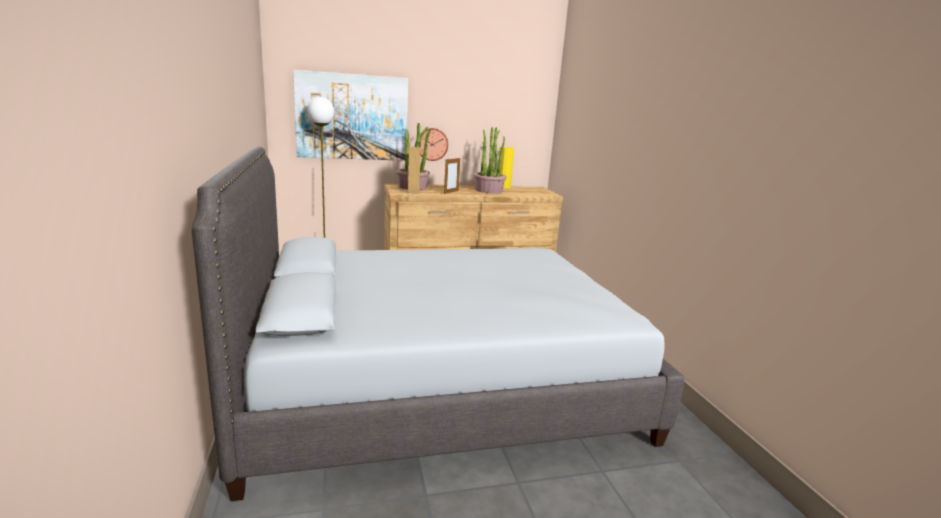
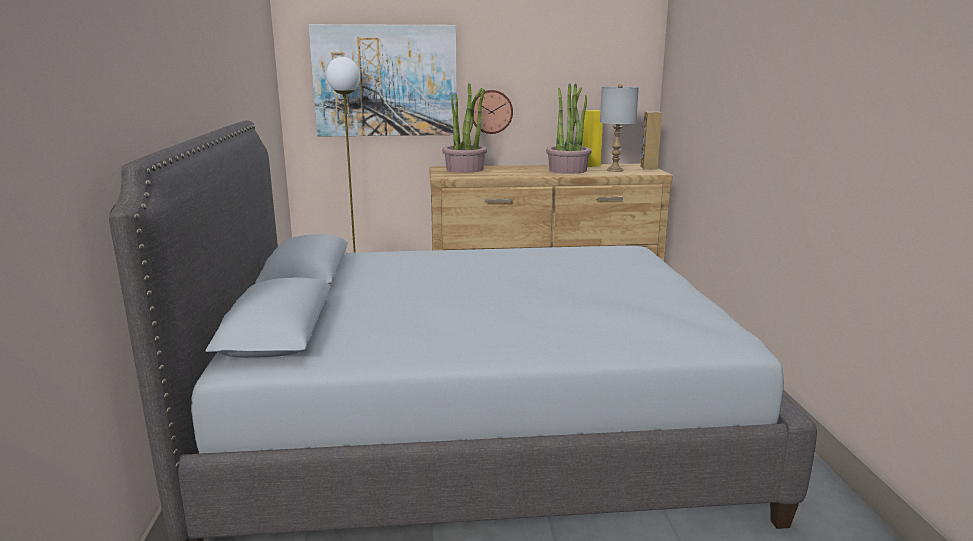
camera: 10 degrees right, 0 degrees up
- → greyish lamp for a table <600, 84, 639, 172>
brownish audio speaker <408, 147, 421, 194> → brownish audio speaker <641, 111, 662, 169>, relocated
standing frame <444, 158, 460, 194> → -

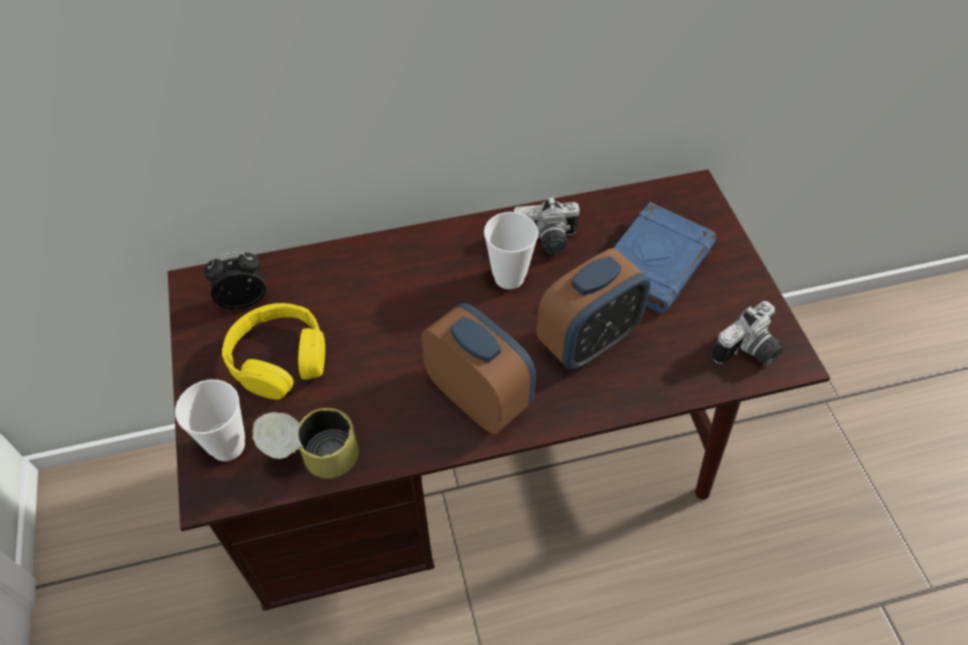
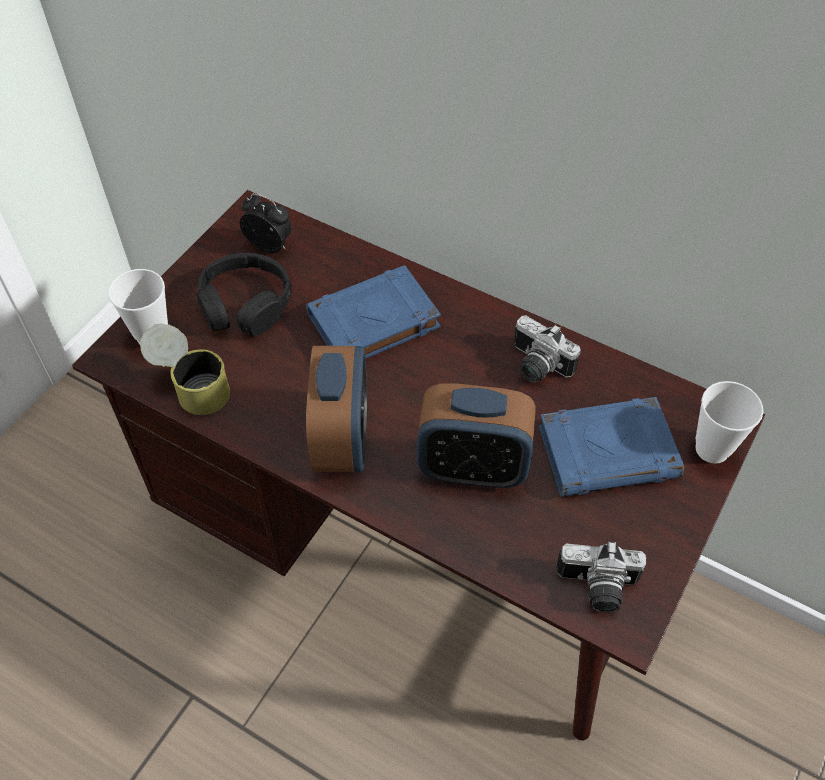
camera: 45 degrees right, 0 degrees up
yellowish headset <222, 303, 325, 400> → black headset <196, 253, 291, 336>
- → bluish book <306, 265, 441, 359>
drinking cup <484, 212, 538, 289> → drinking cup <696, 381, 763, 464>, relocated

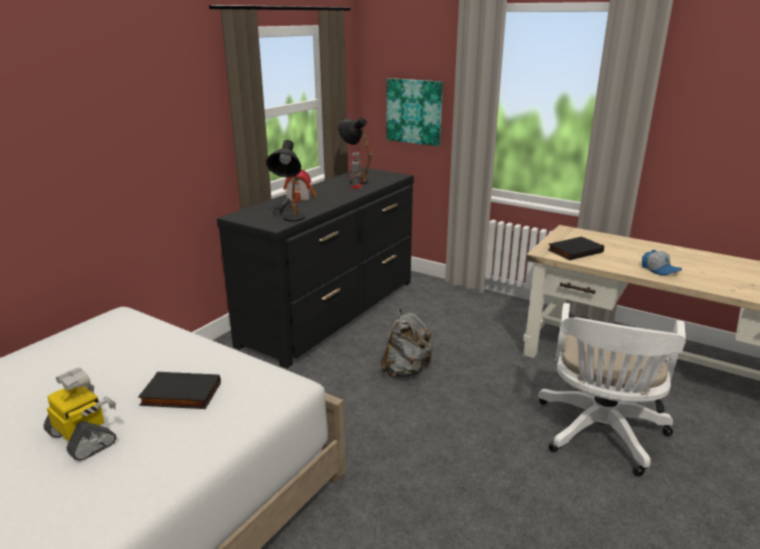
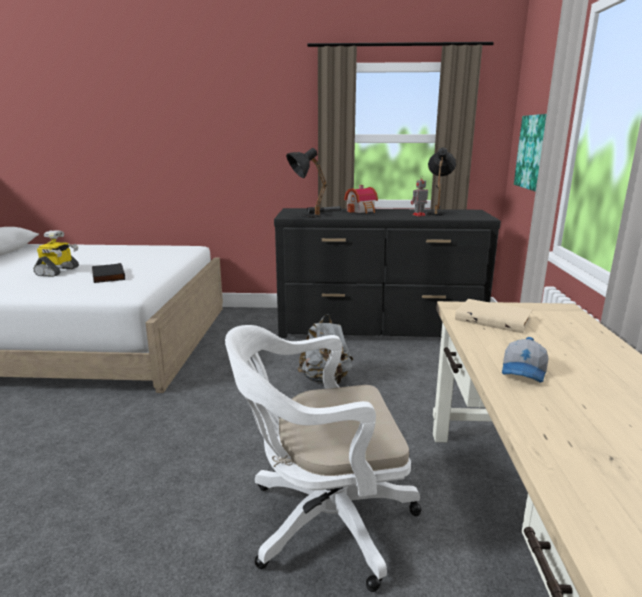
camera: 60 degrees right, 5 degrees down
black book <548, 237, 604, 260> → sand-coloured book <455, 299, 532, 333>

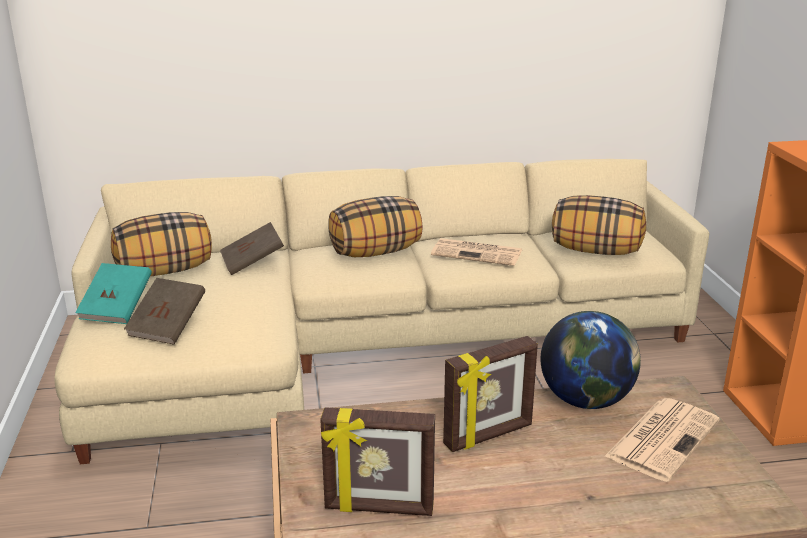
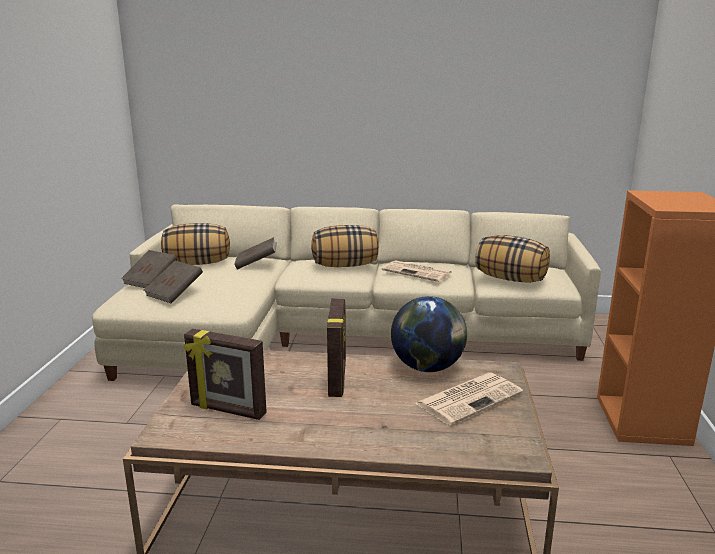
camera: 15 degrees right, 5 degrees down
turquoise-coloured book <75, 263, 152, 324> → brownish book <121, 250, 177, 288>
standing frame <443, 336, 538, 452> → standing frame <327, 298, 346, 397>, 75 degrees counterclockwise

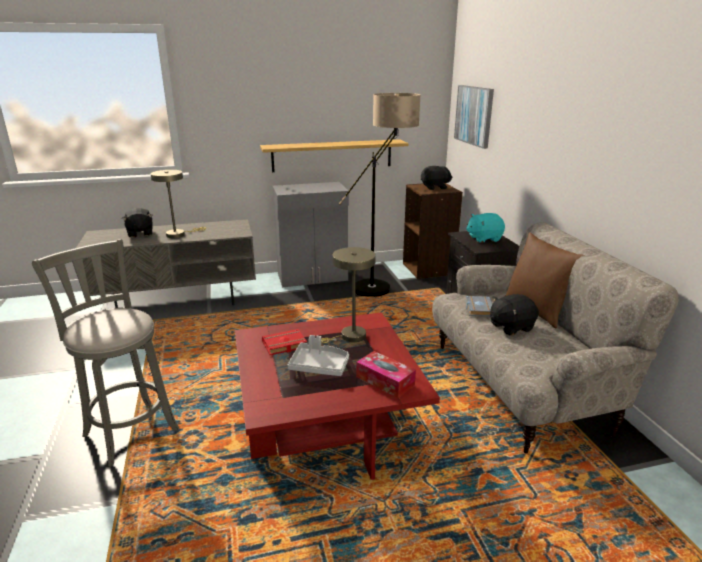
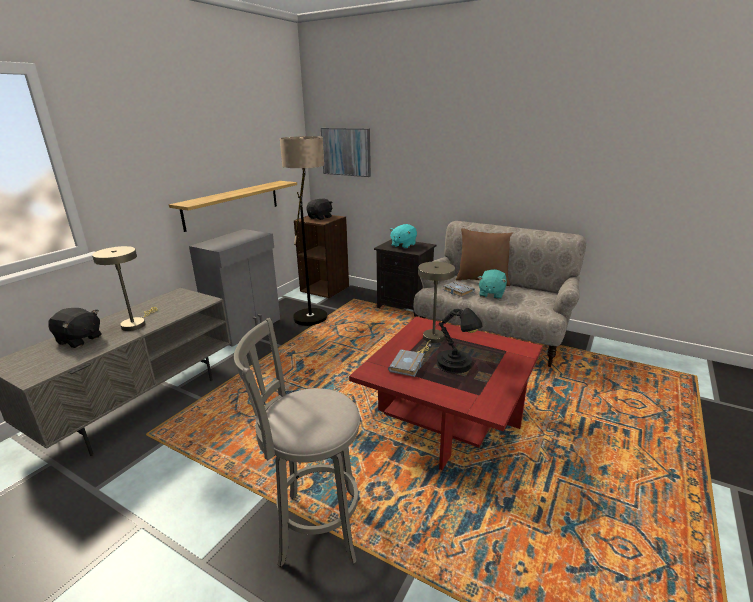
camera: 45 degrees left, 0 degrees up
red-coloured book <262, 329, 307, 355> → greyish book <388, 349, 424, 377>
greyish serving tray <288, 335, 349, 376> → black lamp for a table <436, 308, 483, 374>
black soft toy <490, 294, 539, 336> → turquoise-coloured soft toy <478, 269, 507, 299>
box of tissues <356, 351, 416, 398> → -

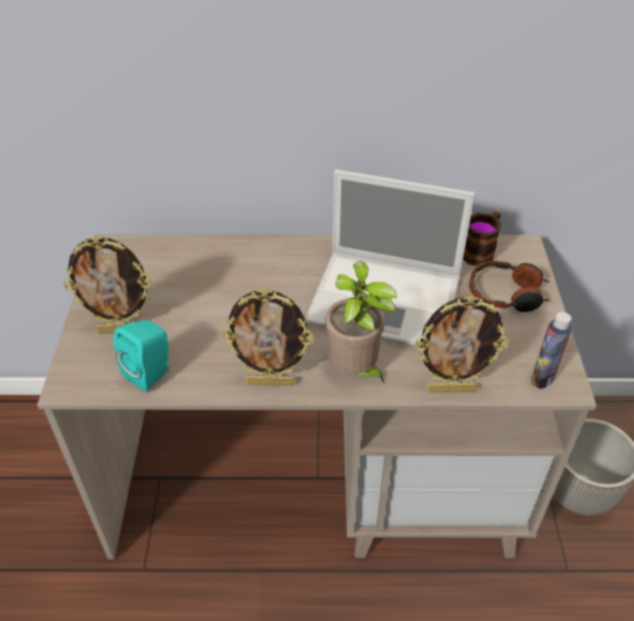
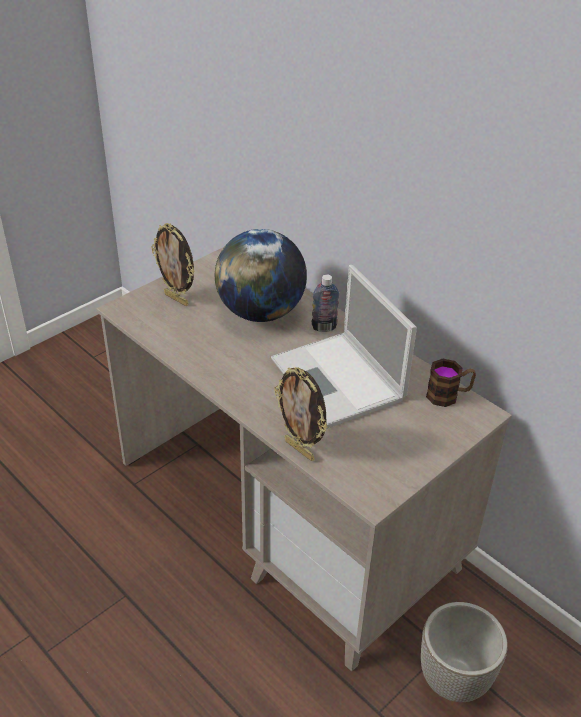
camera: 45 degrees right, 5 degrees down
- → desk globe <215, 229, 307, 322>
drink bottle <531, 312, 572, 389> → drink bottle <311, 274, 340, 332>, relocated
turquoise-coloured audio speaker <113, 320, 169, 392> → -
standing frame <221, 289, 314, 386> → -
potted plant <325, 261, 397, 383> → -
headset <469, 261, 550, 312> → -

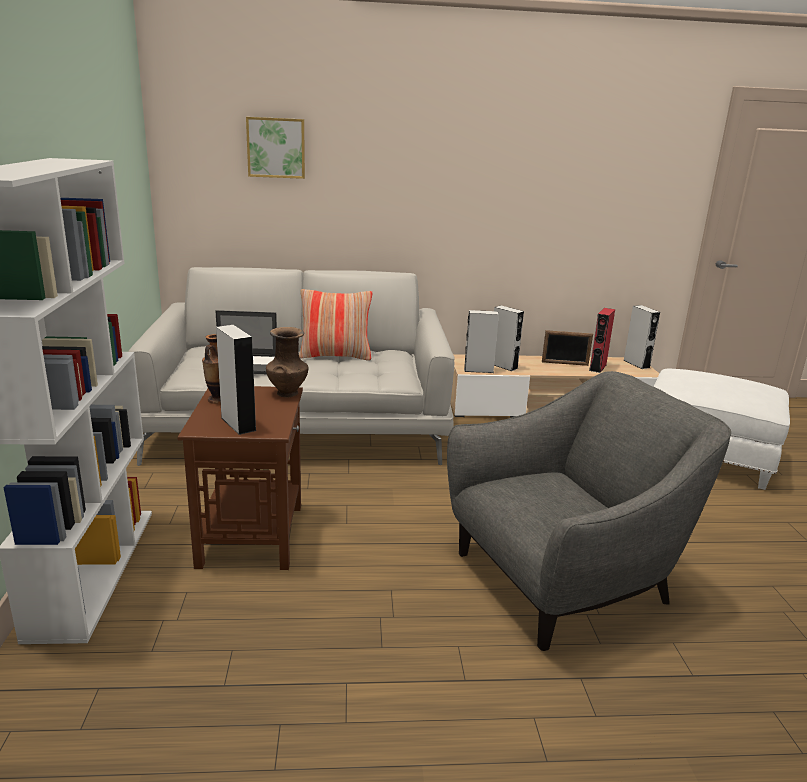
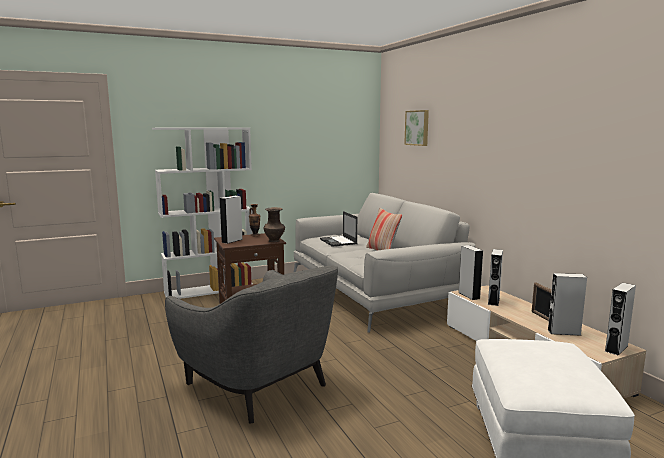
camera: 70 degrees right, 10 degrees down
red-coloured audio speaker <589, 308, 615, 373> → greyish audio speaker <547, 273, 587, 336>

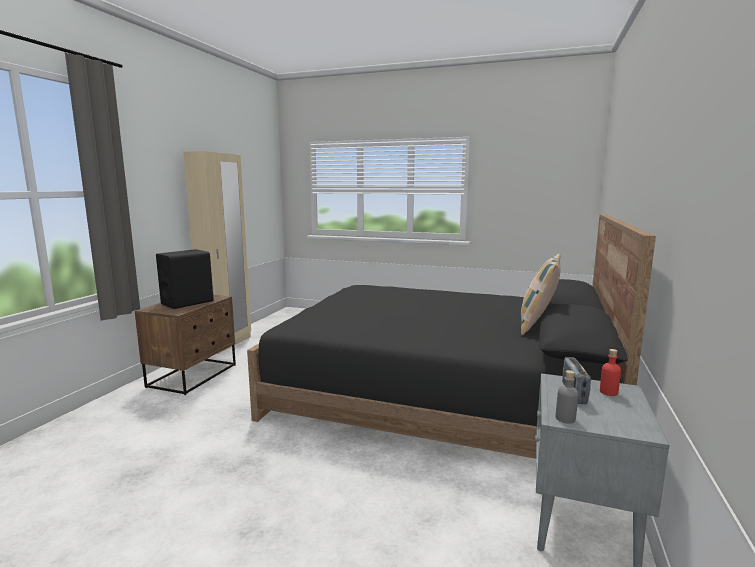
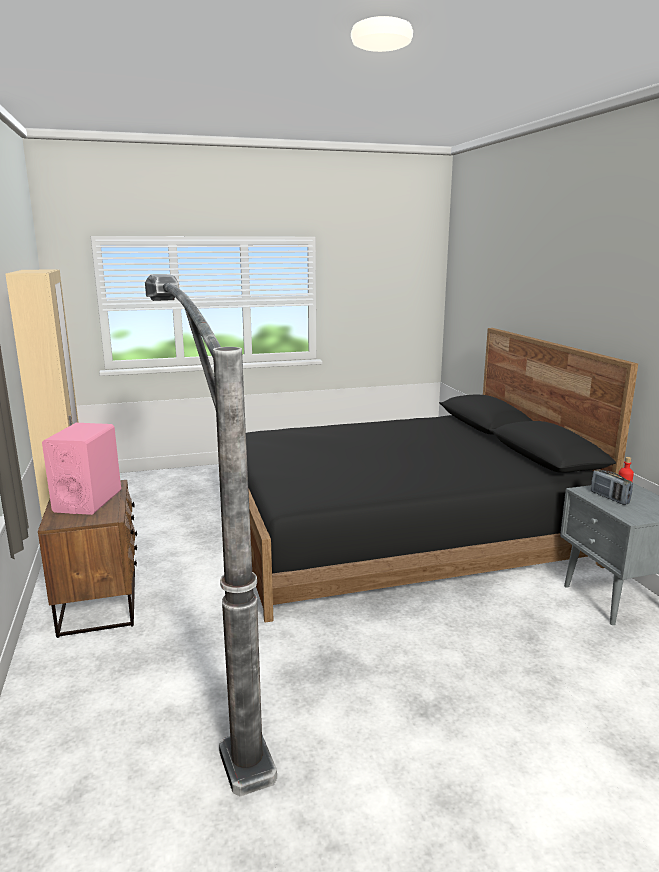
camera: 35 degrees left, 5 degrees up
black audio speaker <156, 249, 214, 309> → pink-coloured audio speaker <42, 423, 121, 515>
- → standing lamp <145, 274, 277, 797>
pillow <521, 253, 561, 335> → -
greyish drink bottle <555, 370, 578, 424> → -

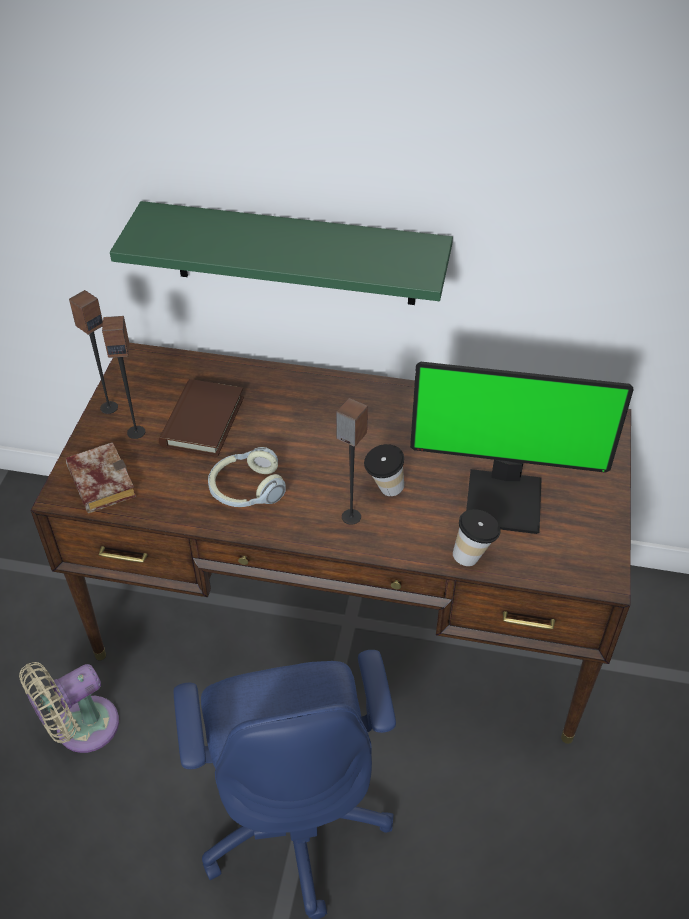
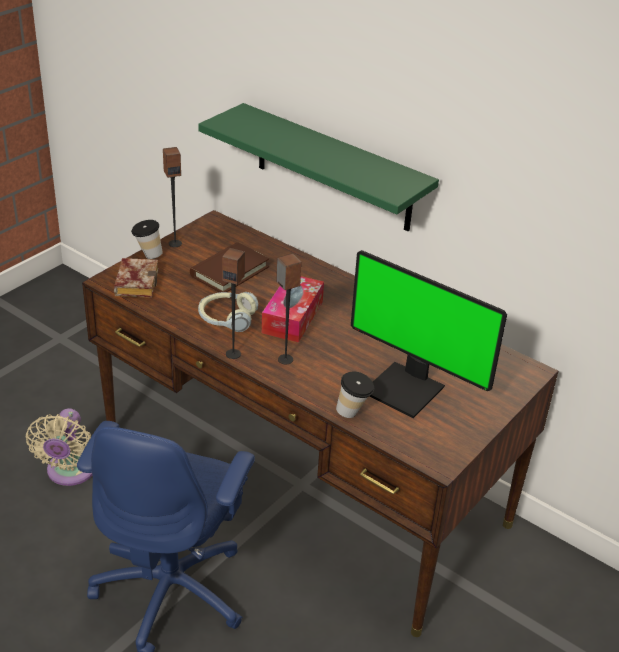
camera: 25 degrees right, 10 degrees down
sand-coloured electric fan <19, 662, 119, 753> → sand-coloured electric fan <26, 408, 92, 486>, 75 degrees counterclockwise
drinking cup <364, 444, 404, 496> → drinking cup <131, 220, 163, 259>, relocated
audio speaker <102, 316, 145, 439> → audio speaker <222, 248, 245, 359>, relocated
- → box of tissues <262, 276, 324, 343>

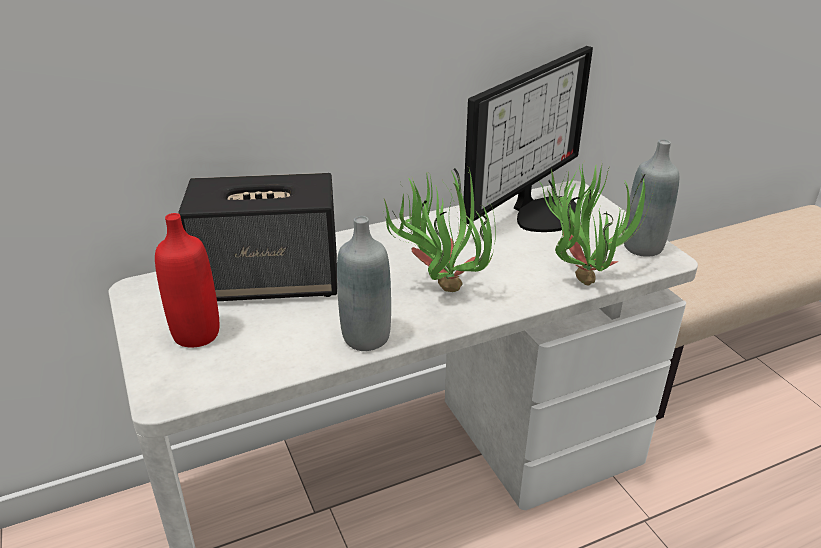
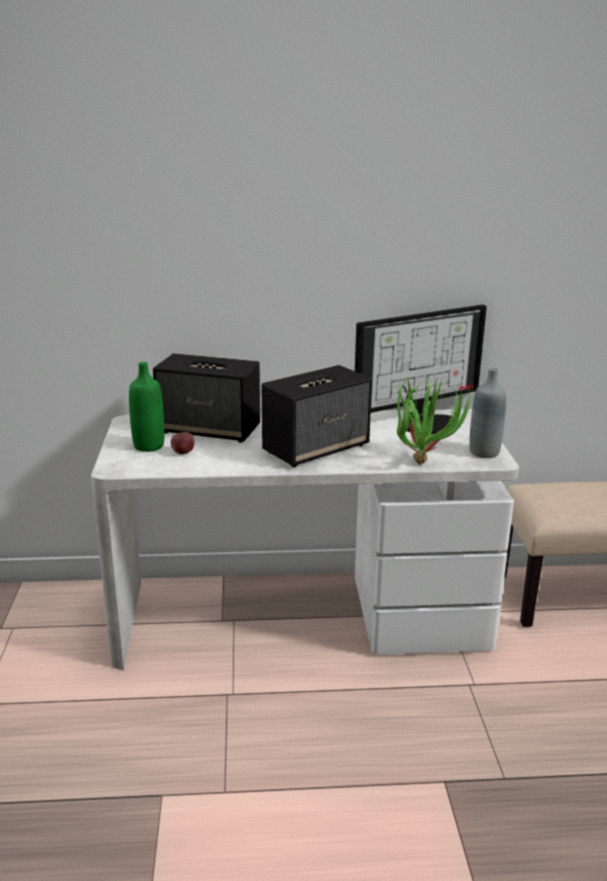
camera: 20 degrees right, 10 degrees down
red-coloured drink bottle <155, 213, 219, 347> → green drink bottle <129, 362, 164, 452>
- → apple fruit <171, 432, 195, 454>
potted plant <383, 168, 496, 292> → audio speaker <261, 365, 372, 467>
greyish drink bottle <337, 216, 391, 351> → -

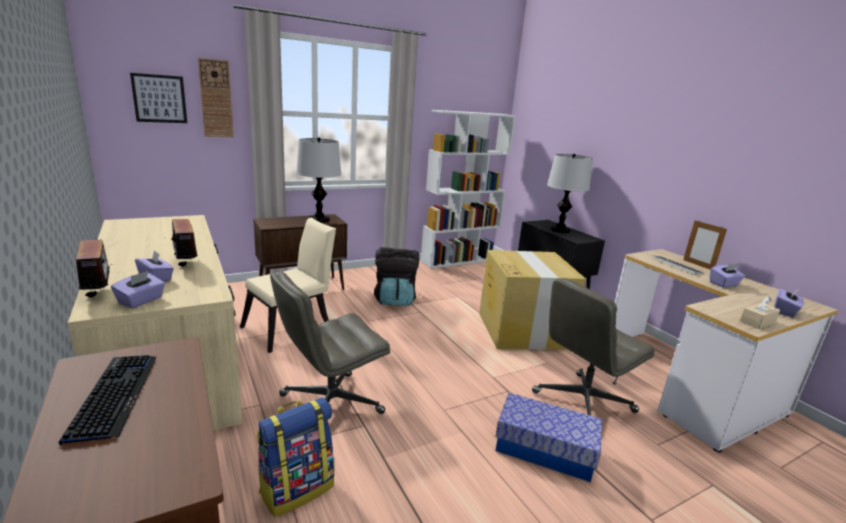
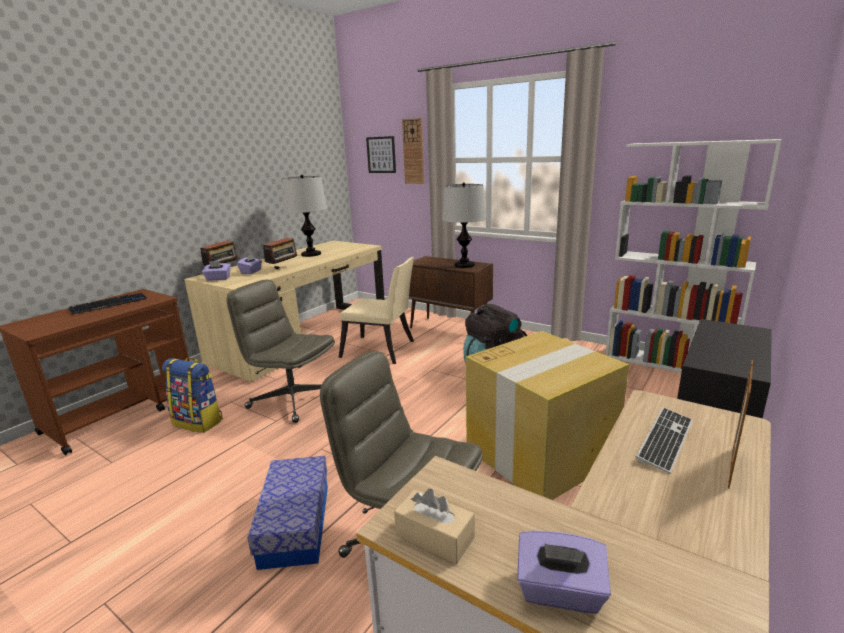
camera: 65 degrees right, 0 degrees up
lamp for a table <547, 154, 593, 233> → lamp for a table <283, 175, 327, 257>, relocated
purple-coloured box of tissues <710, 264, 745, 287> → -

